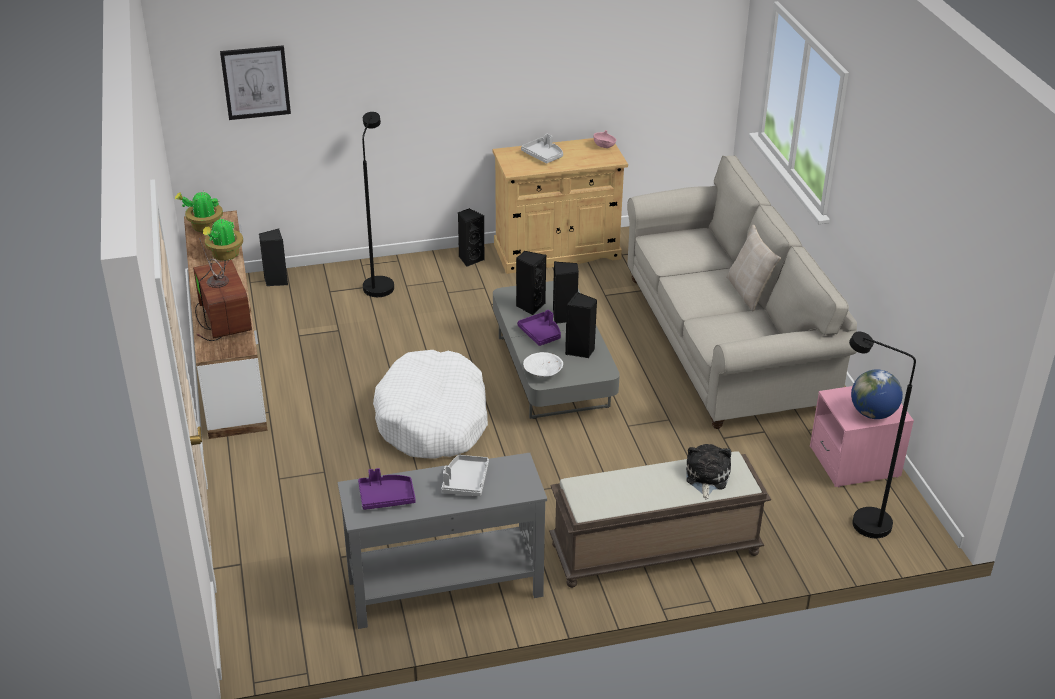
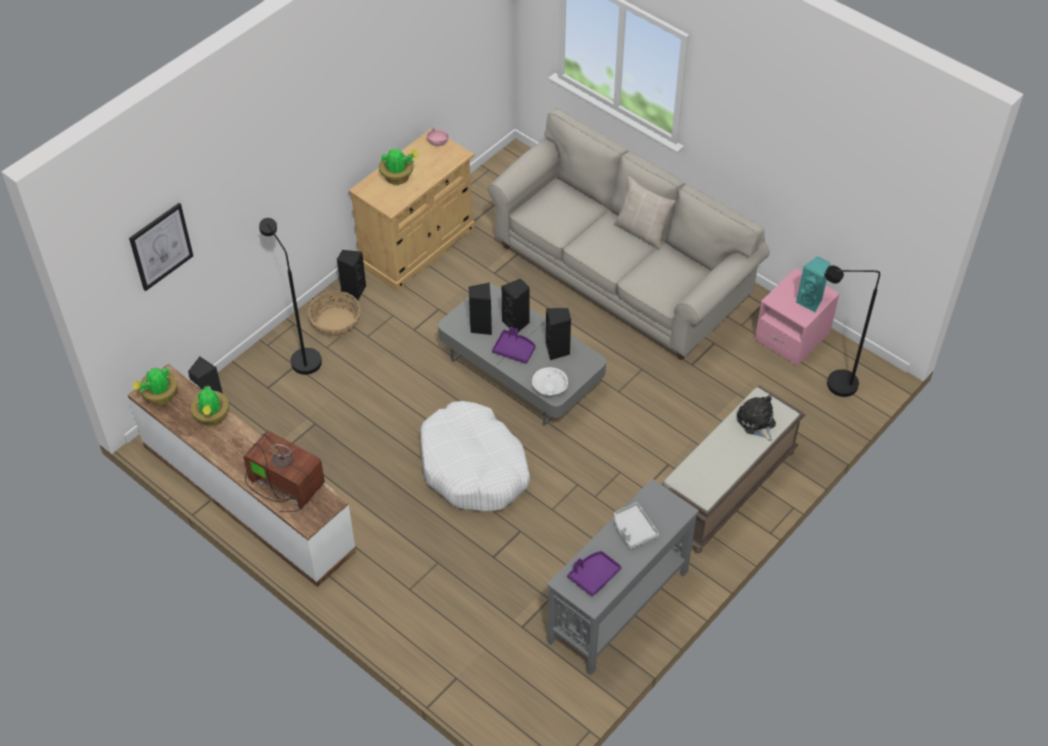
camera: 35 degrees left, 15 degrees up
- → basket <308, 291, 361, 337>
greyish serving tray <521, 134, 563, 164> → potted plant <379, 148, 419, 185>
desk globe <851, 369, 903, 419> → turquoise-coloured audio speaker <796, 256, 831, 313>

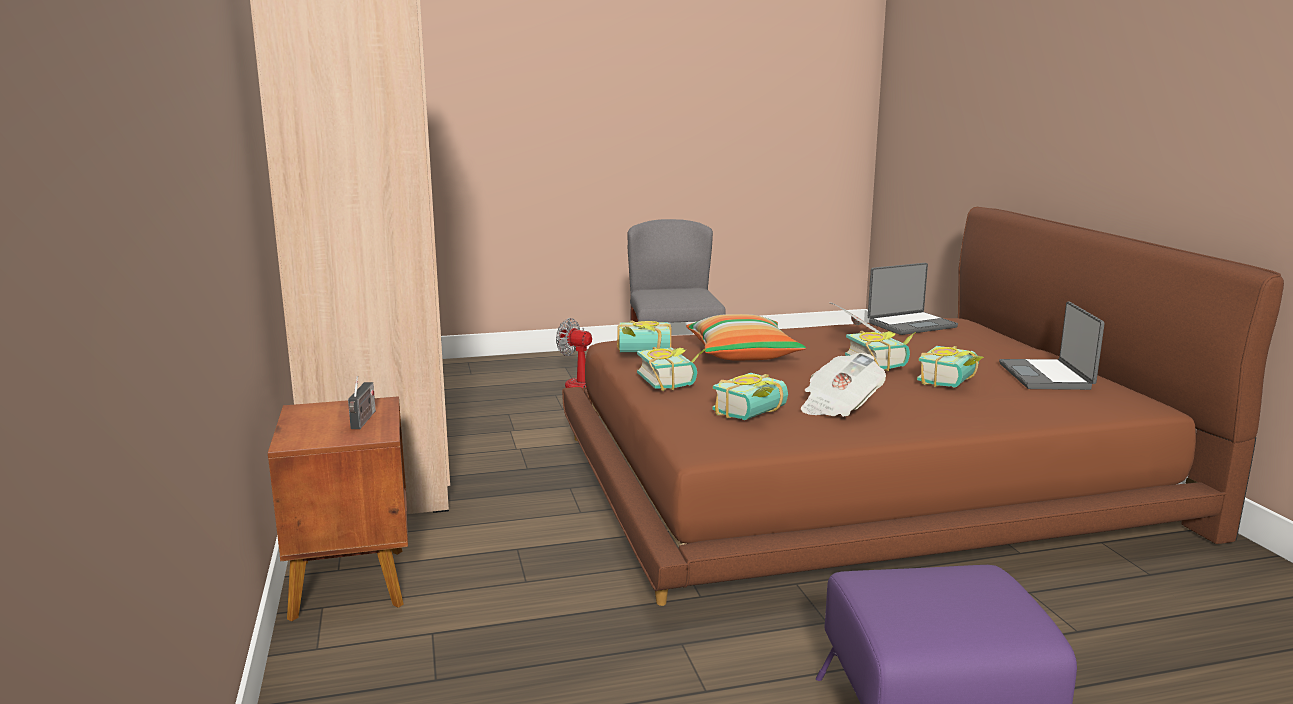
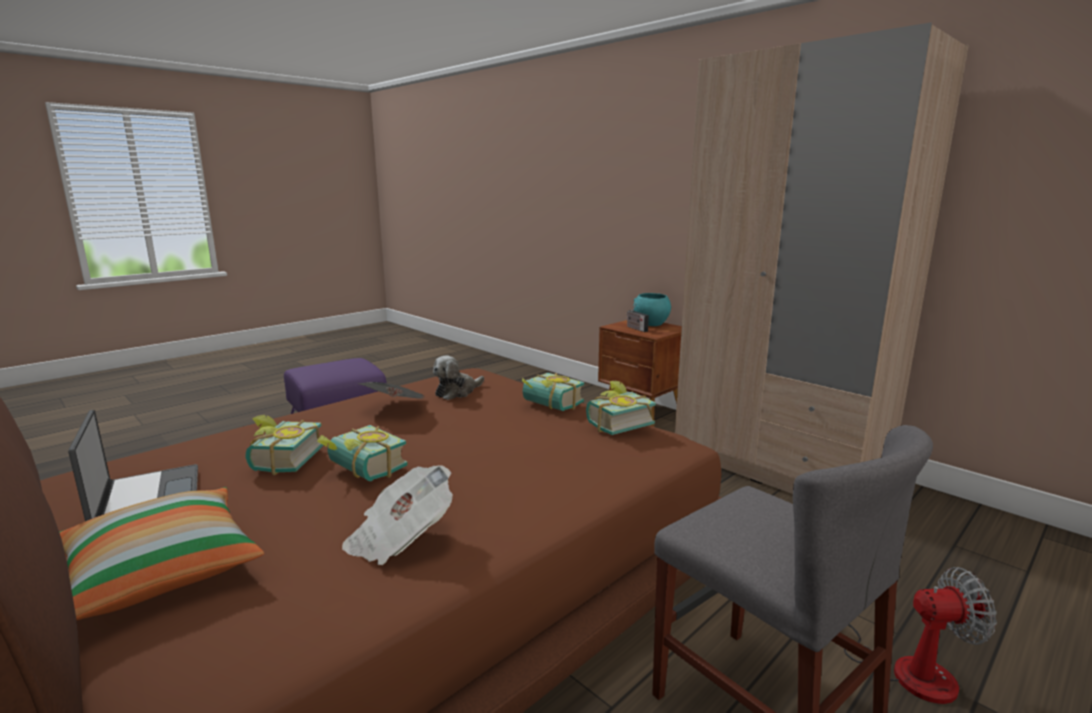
camera: 150 degrees right, 0 degrees up
pillow <686, 314, 806, 361> → pillow <59, 487, 264, 620>, relocated
book <712, 373, 788, 420> → soft toy <433, 356, 484, 400>
- → turquoise-coloured serving bowl <633, 293, 671, 326>
laptop <868, 263, 958, 335> → -

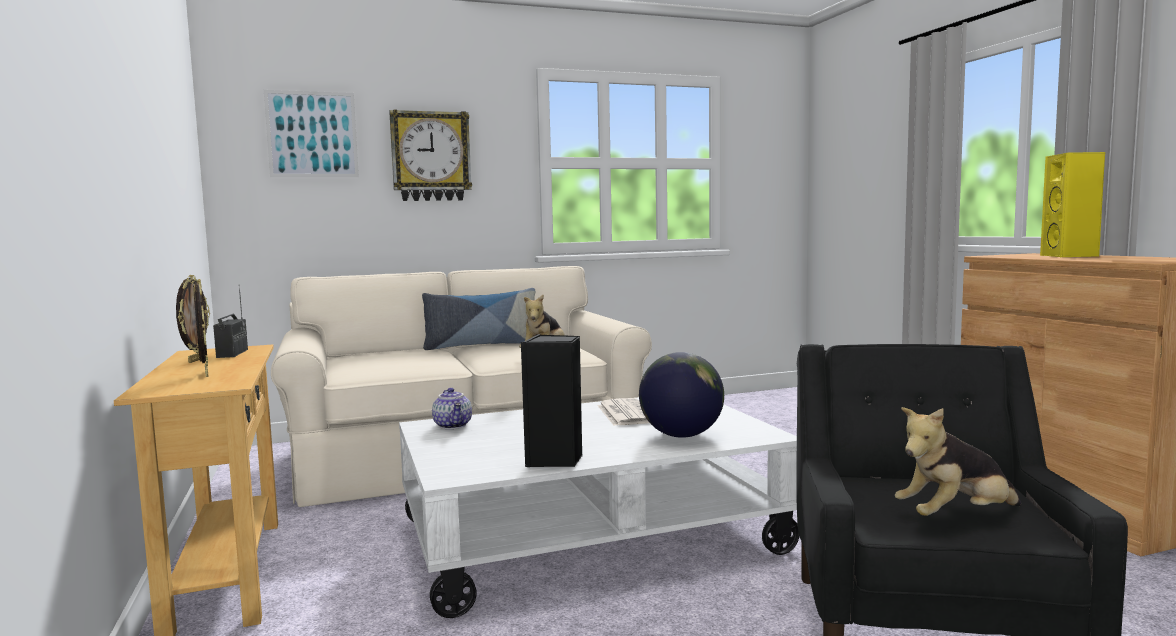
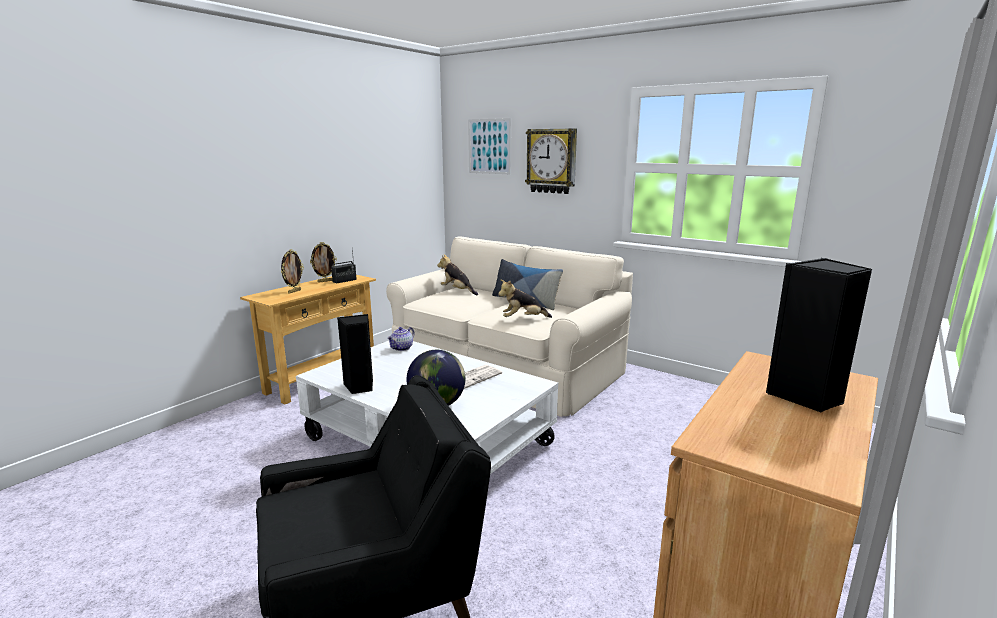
camera: 55 degrees right, 10 degrees up
soft toy <895, 407, 1021, 516> → soft toy <437, 254, 478, 295>, relocated
yellowish audio speaker <1040, 152, 1105, 257> → black audio speaker <766, 258, 872, 412>

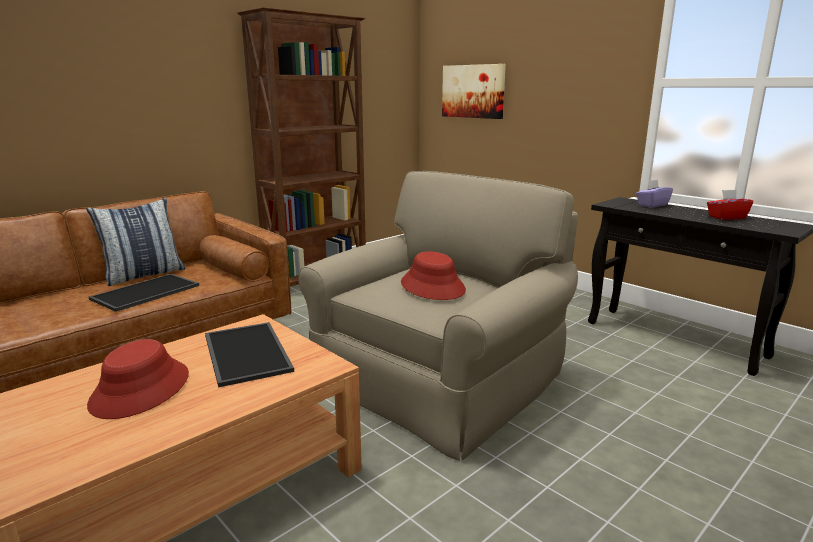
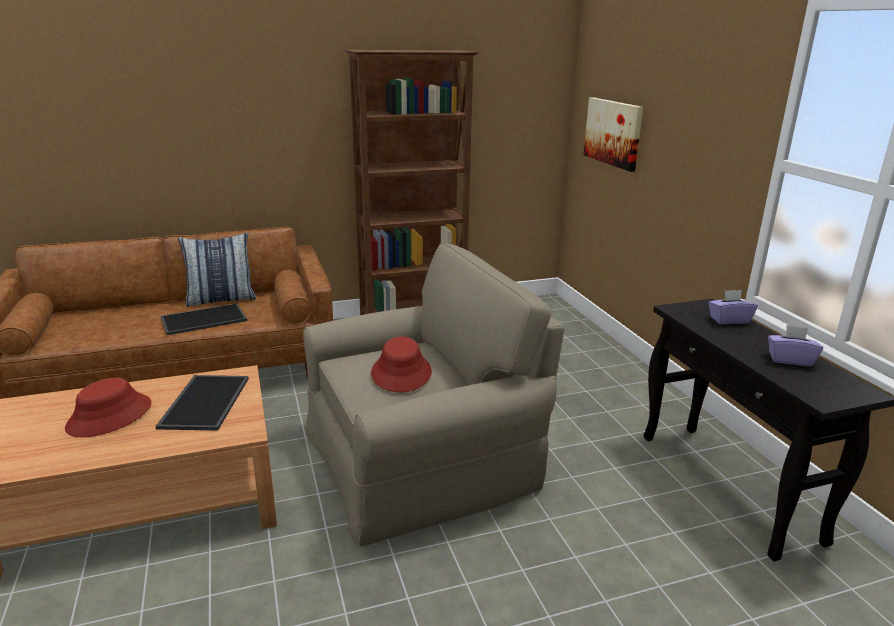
camera: 25 degrees right, 5 degrees up
red-coloured box of tissues <707, 189, 753, 220> → purple-coloured box of tissues <768, 325, 823, 367>

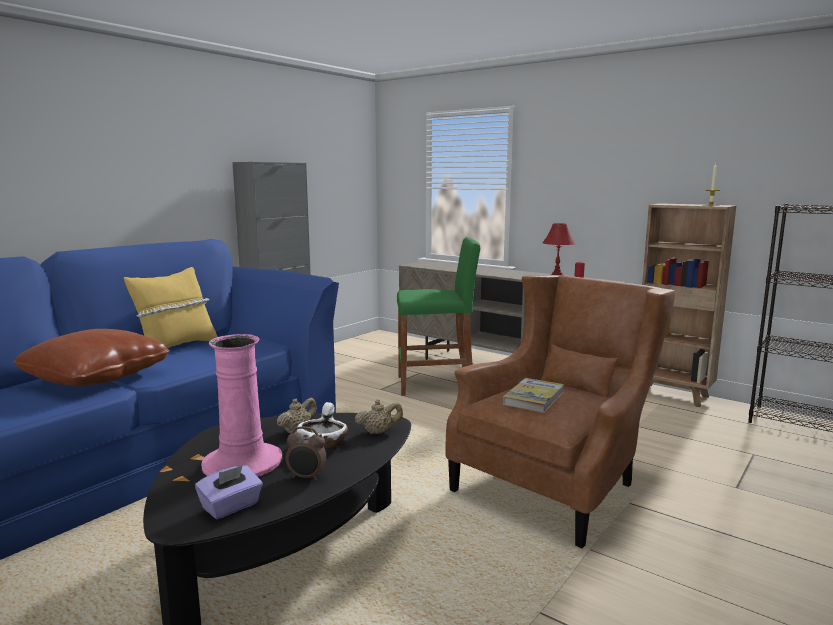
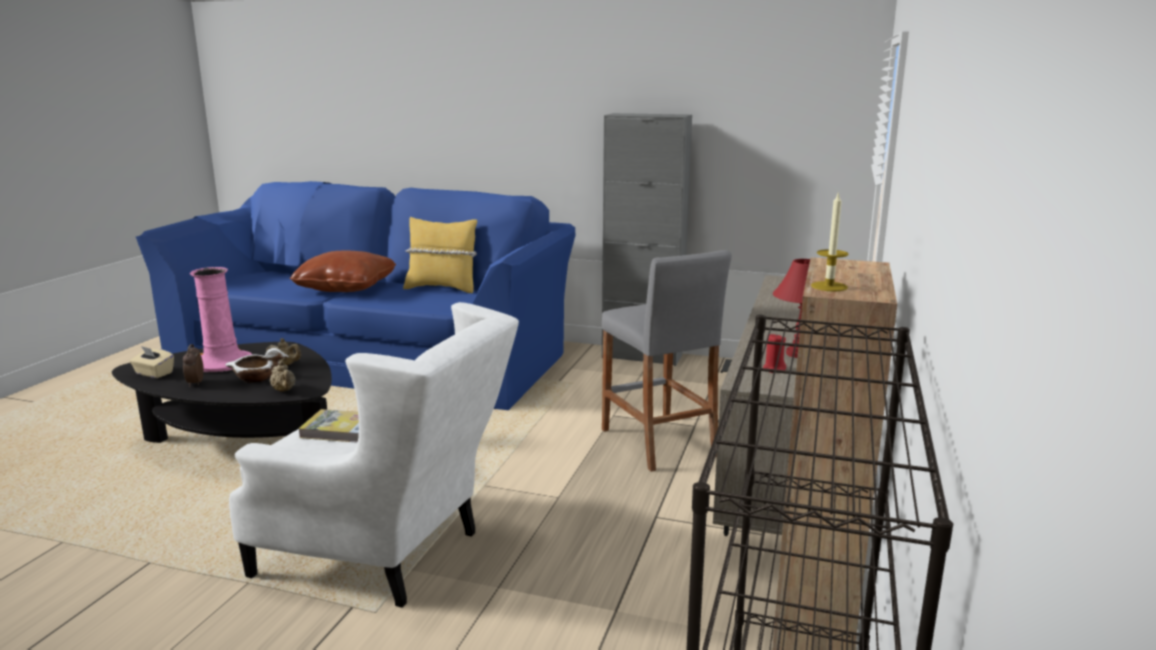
camera: 70 degrees right, 5 degrees up
purple-coloured box of tissues <195, 465, 263, 519> → sand-coloured box of tissues <129, 346, 174, 378>
brownish easy chair <445, 275, 675, 548> → whitish easy chair <229, 302, 519, 608>
green stool <397, 237, 481, 396> → greyish stool <602, 250, 732, 472>

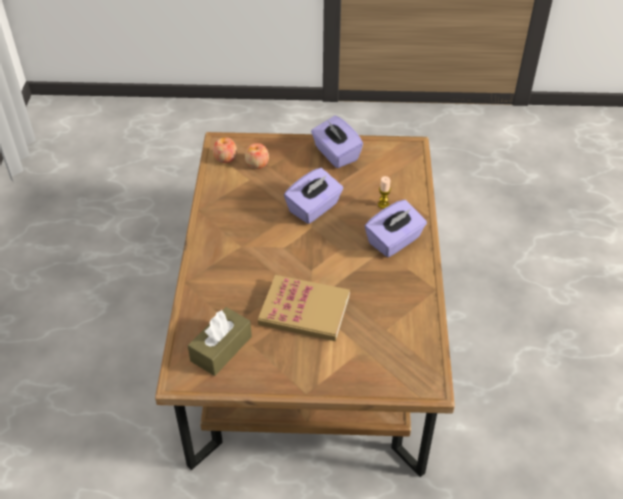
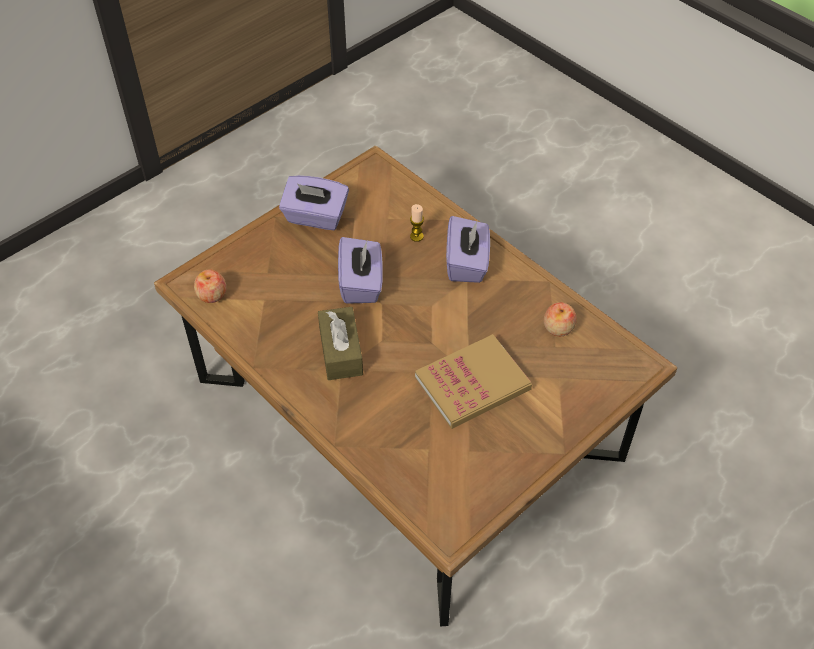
camera: 45 degrees left, 5 degrees up
brownish box of tissues <188, 307, 252, 376> → brownish box of tissues <318, 307, 363, 380>, relocated
apple fruit <245, 143, 269, 169> → apple fruit <544, 302, 577, 336>, relocated

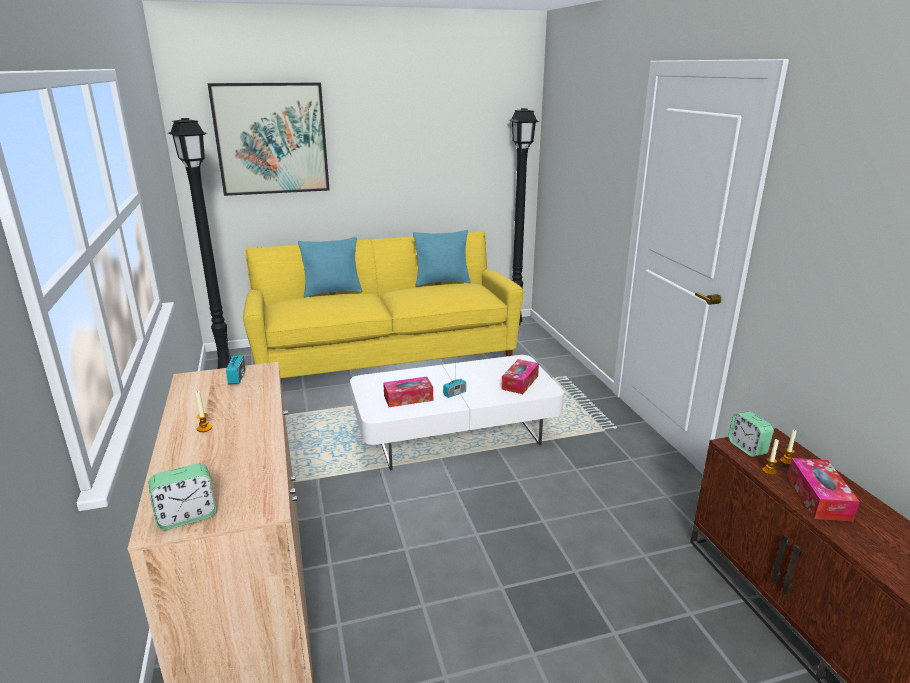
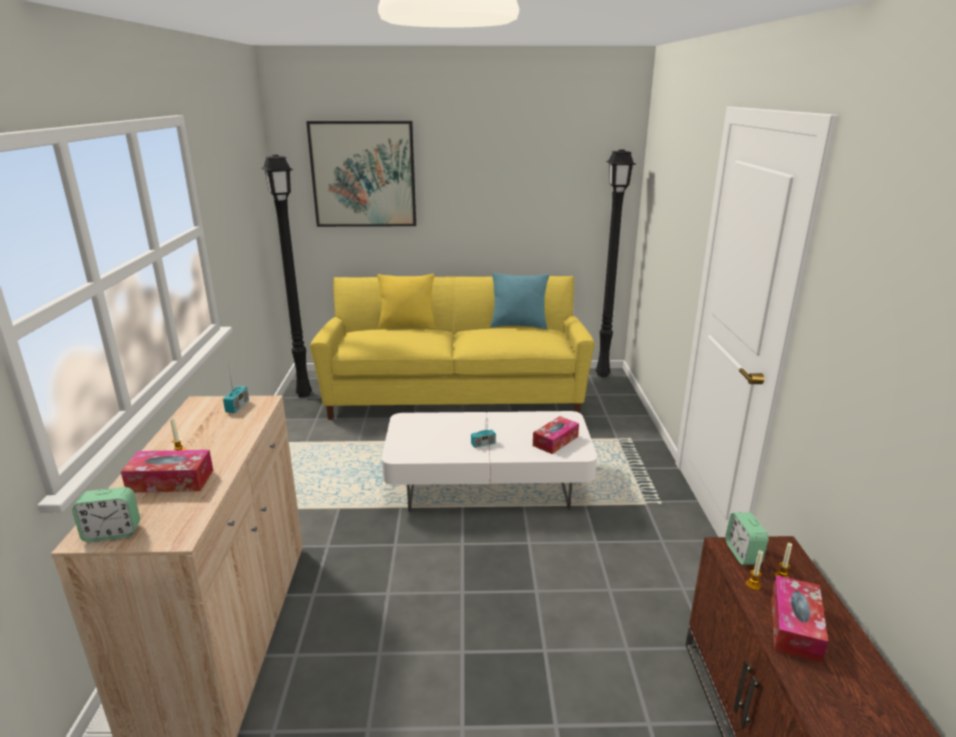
camera: 15 degrees right, 0 degrees up
box of tissues <383, 377, 433, 407> → box of tissues <121, 450, 213, 493>, relocated
turquoise-coloured pillow <298, 237, 362, 298> → yellowish pillow <377, 274, 435, 330>

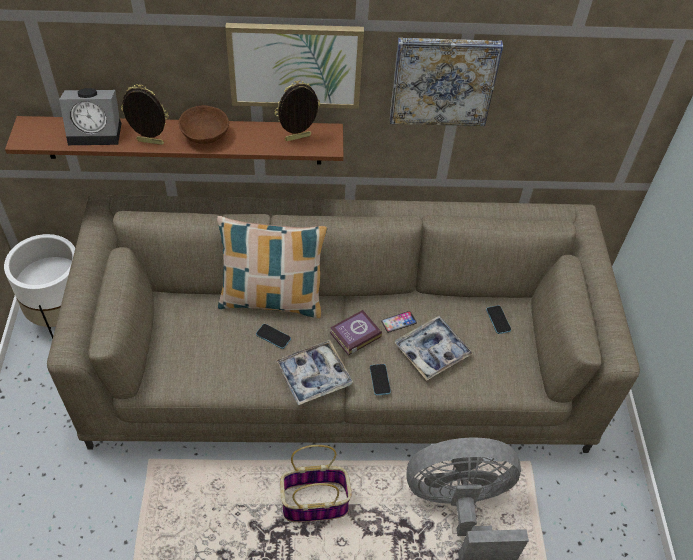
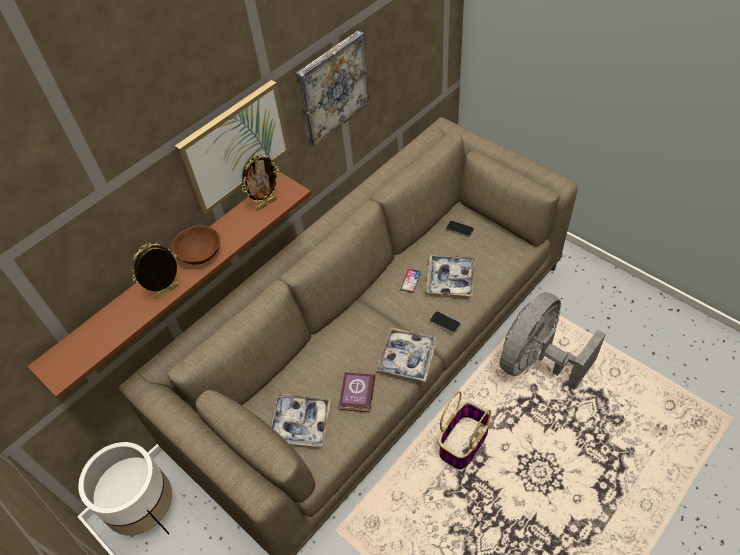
camera: 40 degrees left, 0 degrees up
standing frame <275, 80, 320, 141> → standing frame <242, 155, 280, 210>, 150 degrees counterclockwise
- → serving tray <270, 394, 331, 447>
book <330, 310, 382, 356> → book <339, 372, 375, 413>, relocated
alarm clock <59, 88, 121, 145> → -
pillow <217, 216, 327, 318> → -
telephone <256, 324, 291, 349> → -

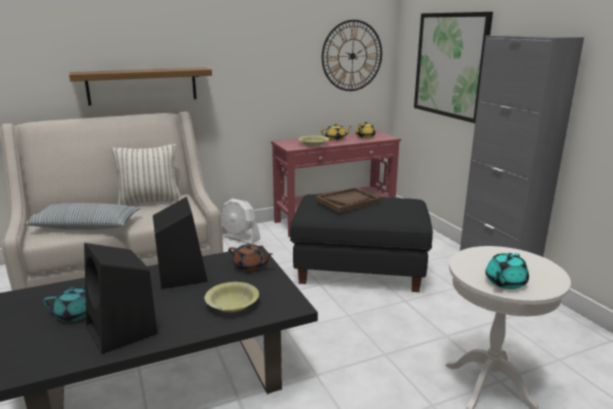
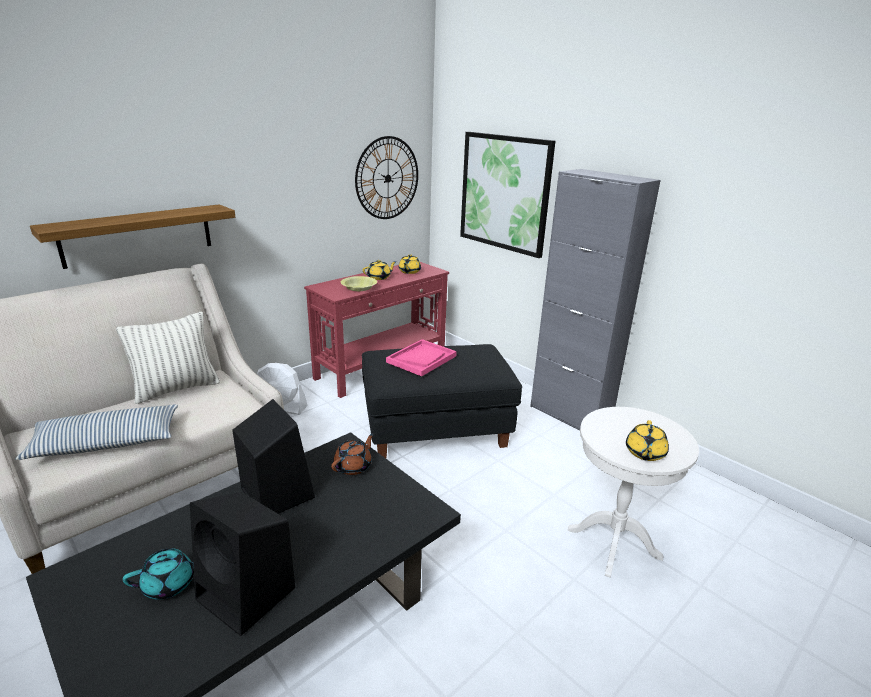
camera: 20 degrees left, 5 degrees up
brownish tea pot <228, 244, 273, 272> → brownish tea pot <331, 433, 374, 475>, 60 degrees counterclockwise
brownish serving tray <316, 187, 380, 213> → pink-coloured serving tray <386, 339, 457, 377>
turquoise-coloured tea pot <485, 253, 529, 289> → yellowish tea pot <626, 420, 669, 461>
yellowish serving bowl <205, 282, 259, 312> → -

